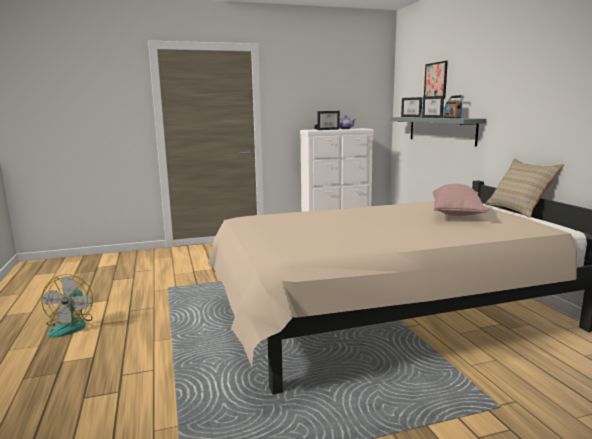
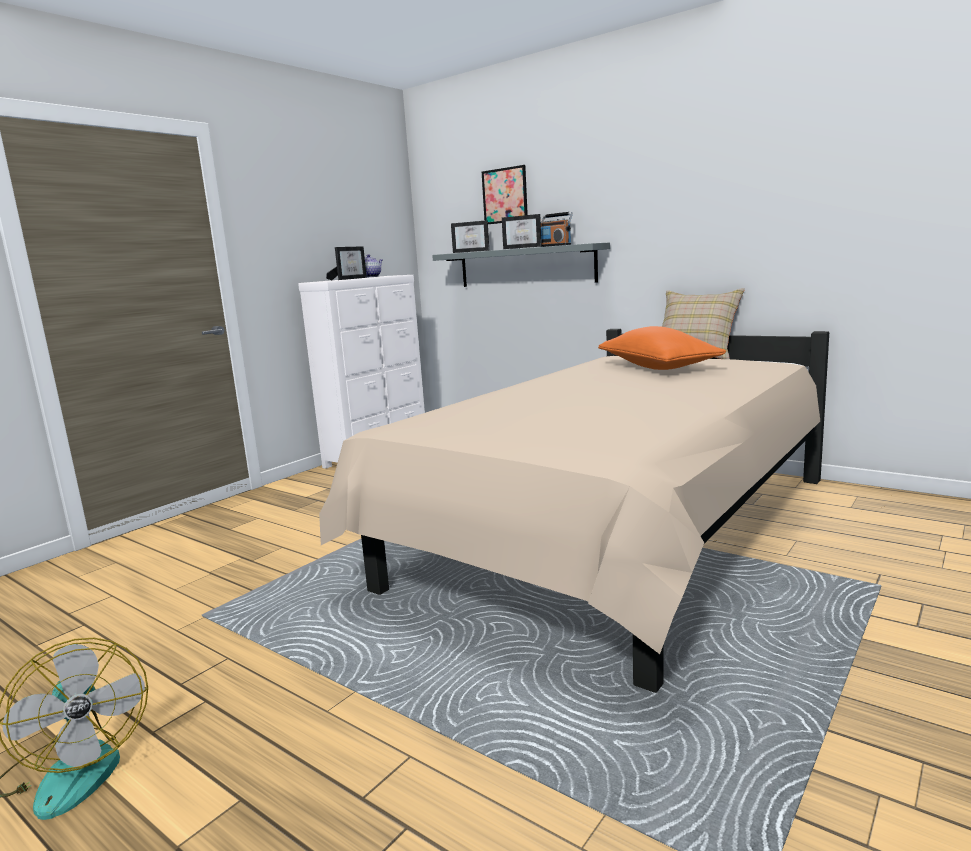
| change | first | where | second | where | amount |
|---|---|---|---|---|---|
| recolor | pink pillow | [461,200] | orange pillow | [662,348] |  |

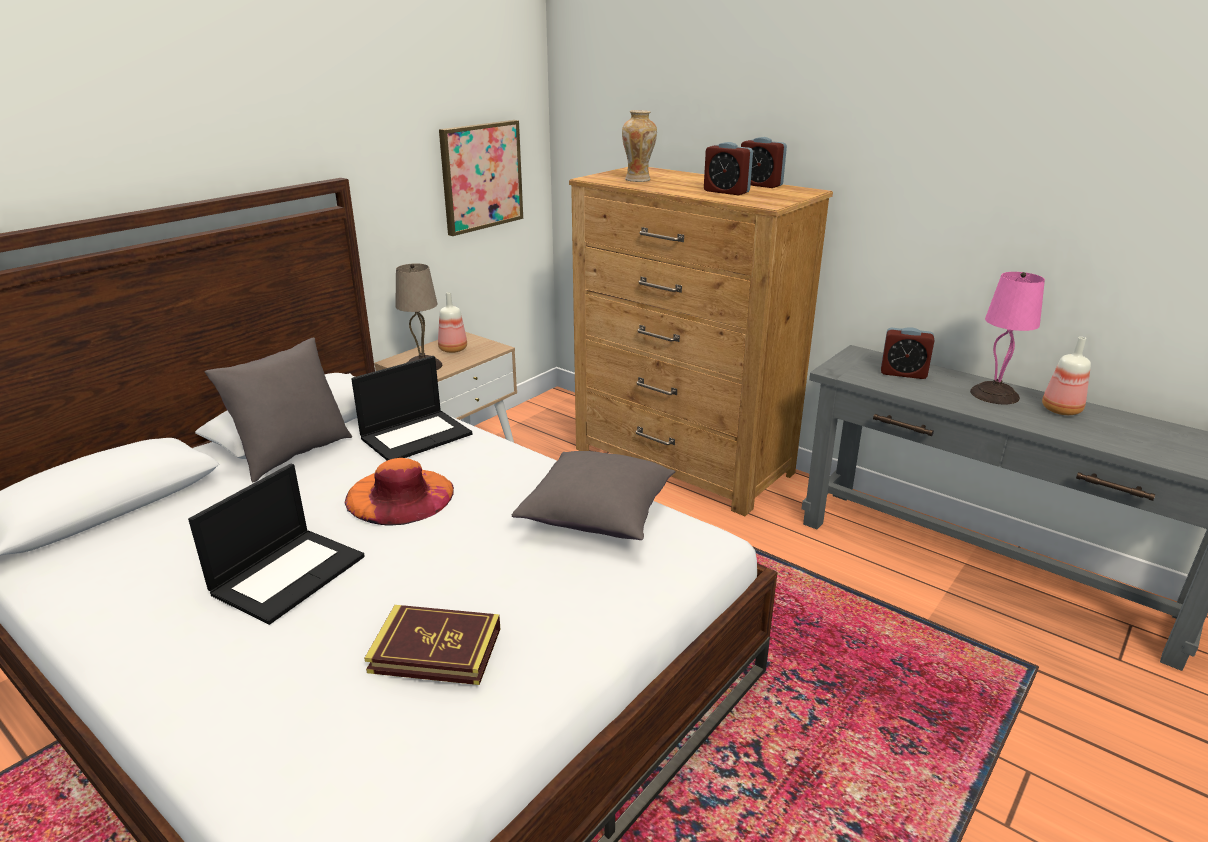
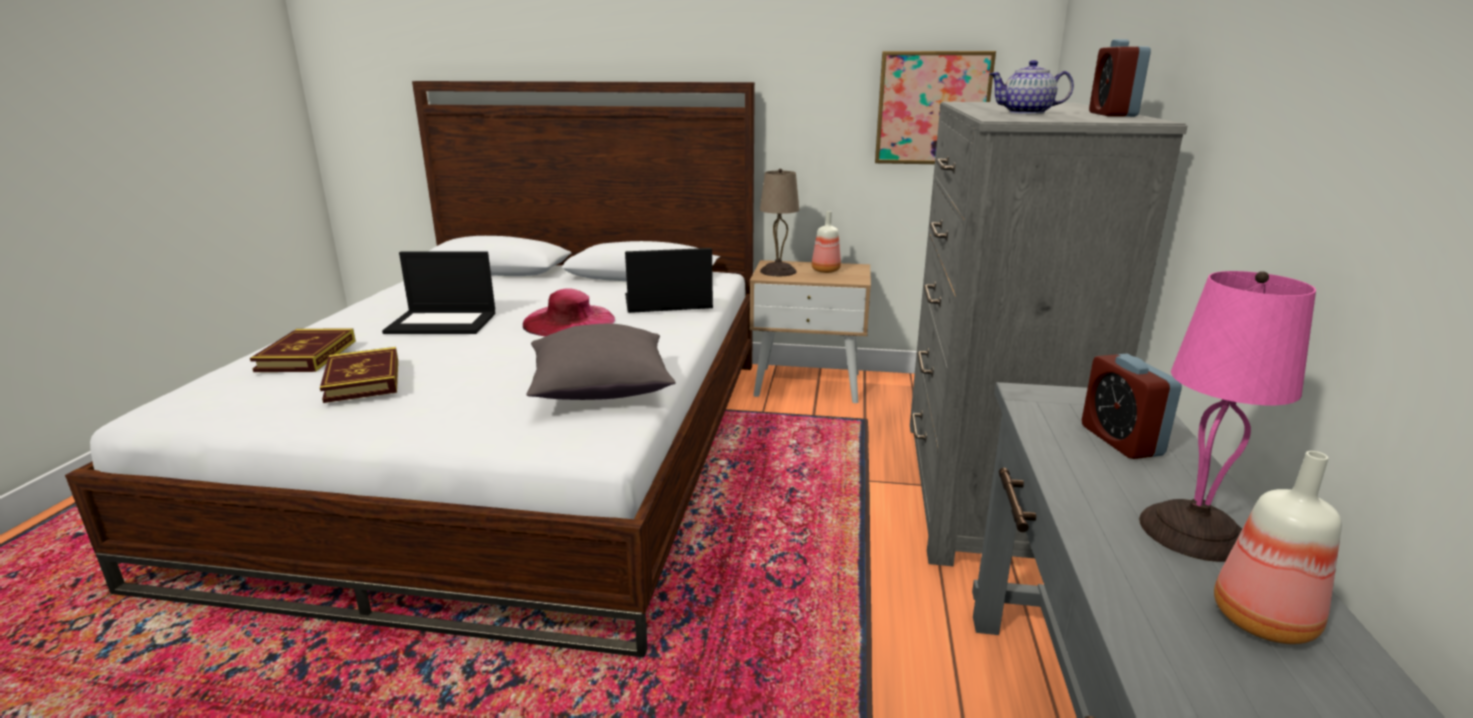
| change | first | where | second | where | amount |
|---|---|---|---|---|---|
| delete | grey pillow | [278,410] |  |  |  |
| recolor | orange hat | [399,492] | pink hat | [569,312] |  |
| rotate | laptop | [411,408] |  | [669,280] | 150 degrees clockwise |
| recolor | brown dresser | [701,341] | grey dresser | [1049,334] |  |
| delete | vase | [639,146] |  |  |  |
| replace | alarm clock | [728,168] | teapot | [1031,87] |  |
| insert |  |  | book | [303,350] |  |

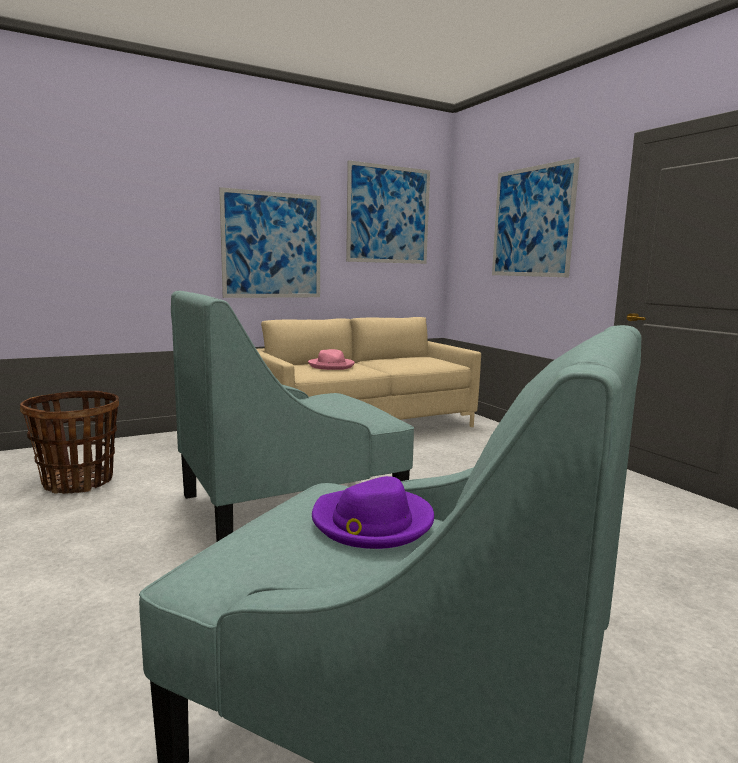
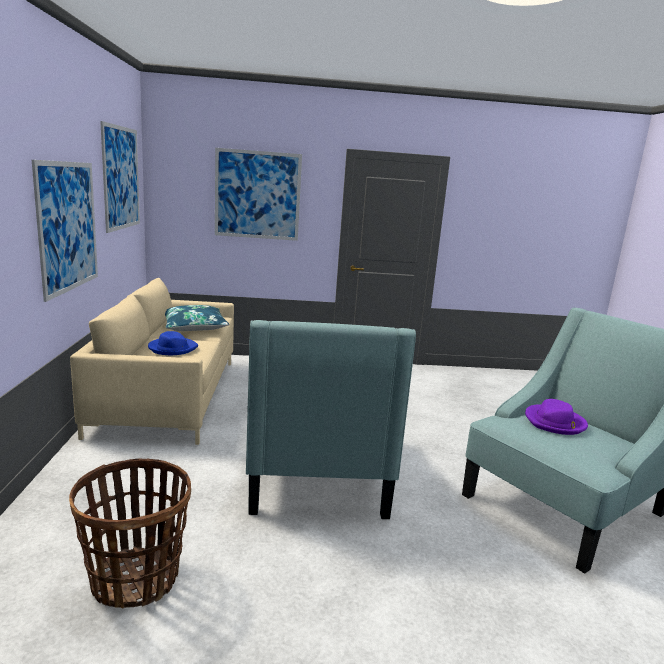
| change | first | where | second | where | amount |
|---|---|---|---|---|---|
| recolor | pink hat | [331,359] | blue hat | [173,343] |  |
| insert |  |  | blue pillow | [197,318] |  |

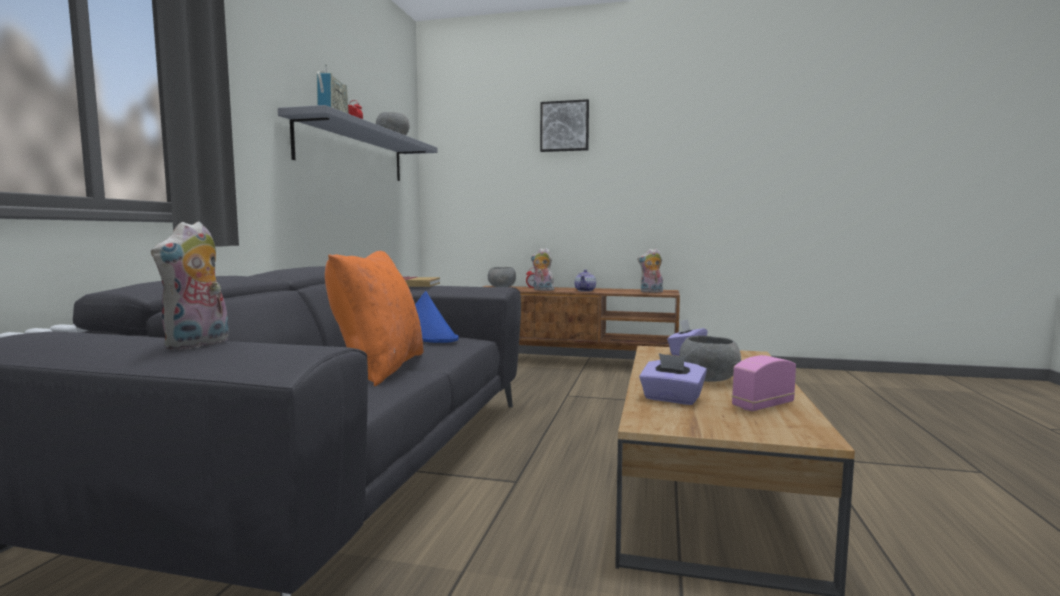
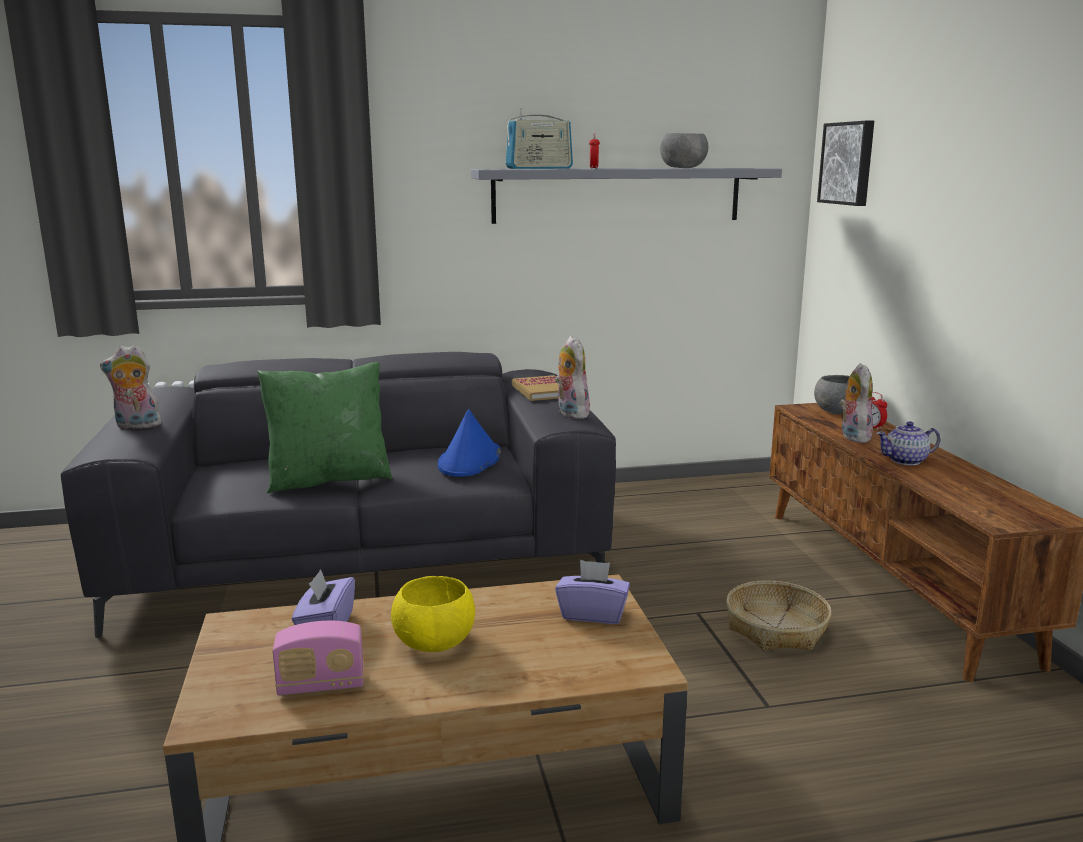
| change | first | where | second | where | amount |
|---|---|---|---|---|---|
| recolor | orange pillow | [374,318] | green pillow | [325,427] |  |
| move | picture | [564,125] |  | [845,163] |  |
| move | plush toy | [650,270] |  | [572,377] |  |
| recolor | grey bowl | [710,359] | yellow bowl | [433,614] |  |
| rotate | radio | [764,383] |  | [318,658] | 135 degrees clockwise |
| insert |  |  | basket | [779,615] |  |

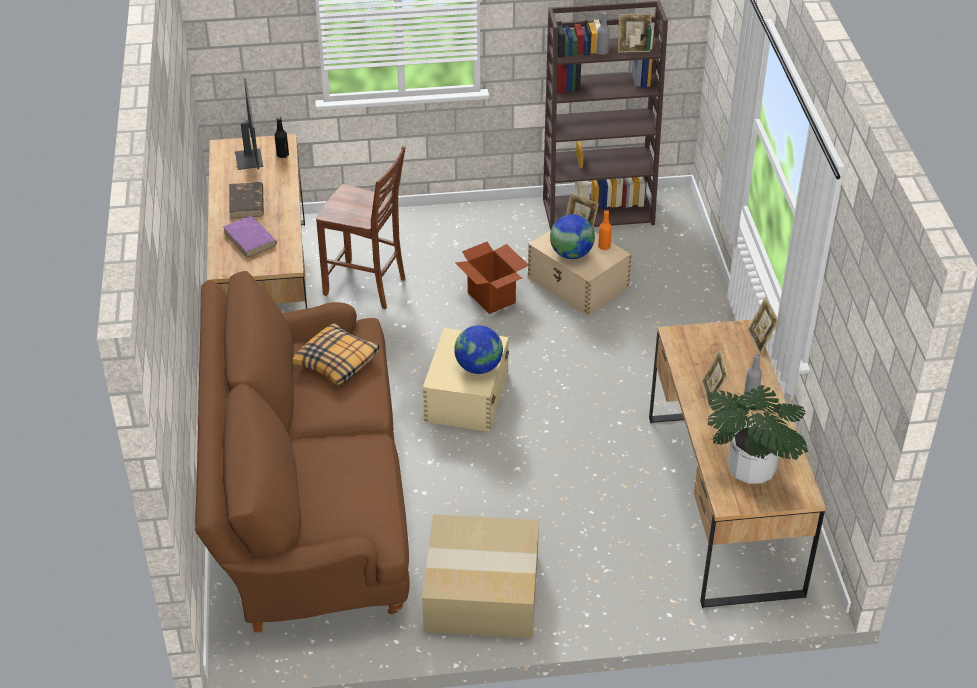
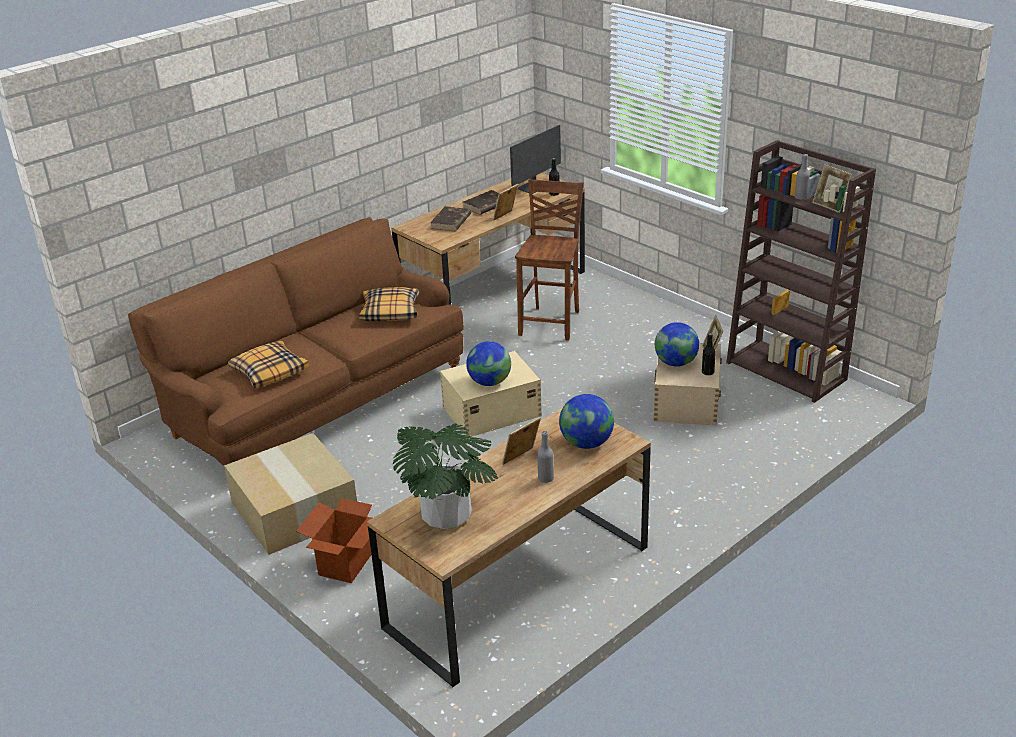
| change | first | where | second | where | amount |
|---|---|---|---|---|---|
| recolor | purple book | [250,237] | brown book | [450,218] |  |
| rotate | brown chair | [361,227] |  | [549,260] | 150 degrees counterclockwise |
| move | cardboard box | [492,278] |  | [334,540] |  |
| recolor | orange bottle | [605,230] | black bottle | [709,354] |  |
| move | picture frame | [763,325] |  | [505,202] |  |
| insert |  |  | pillow | [268,364] |  |
| insert |  |  | globe | [586,421] |  |

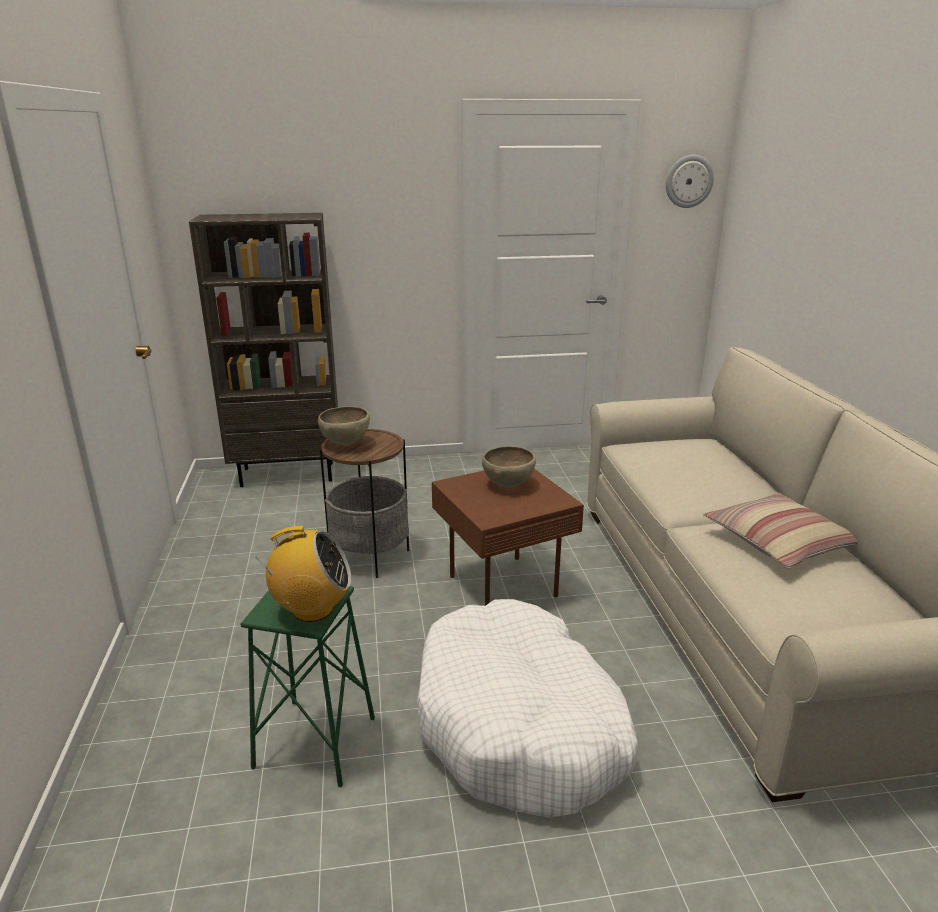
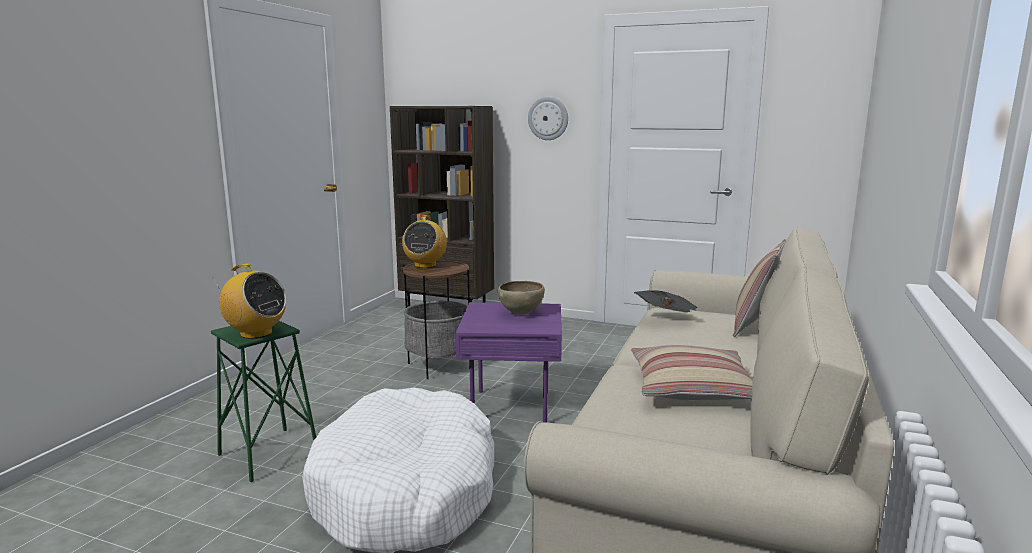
| change | first | where | second | where | amount |
|---|---|---|---|---|---|
| replace | brown bowl | [344,425] | radio | [424,241] |  |
| recolor | brown side table | [508,537] | purple side table | [509,362] |  |
| move | wall clock | [690,181] |  | [548,118] |  |
| insert |  |  | newspaper | [665,301] |  |
| insert |  |  | pillow | [759,288] |  |

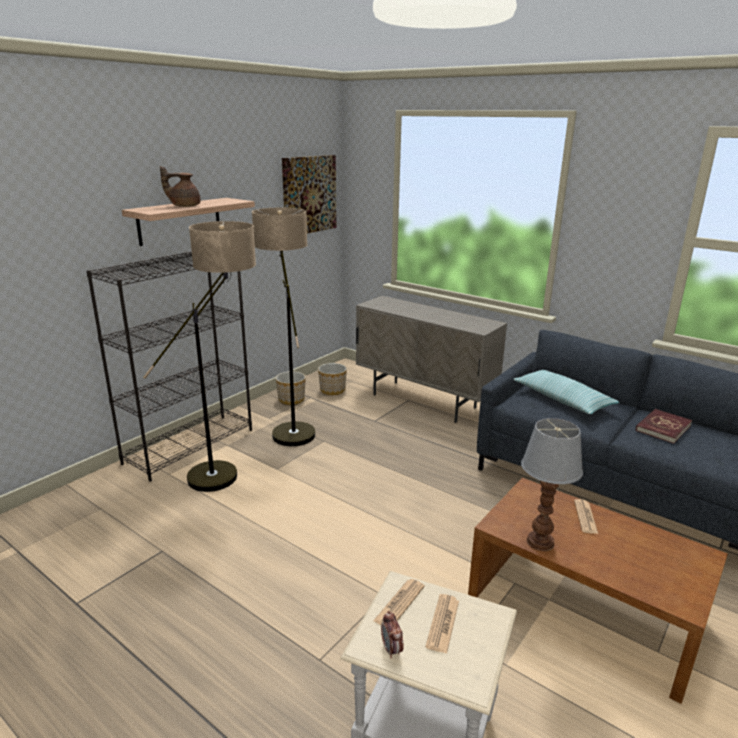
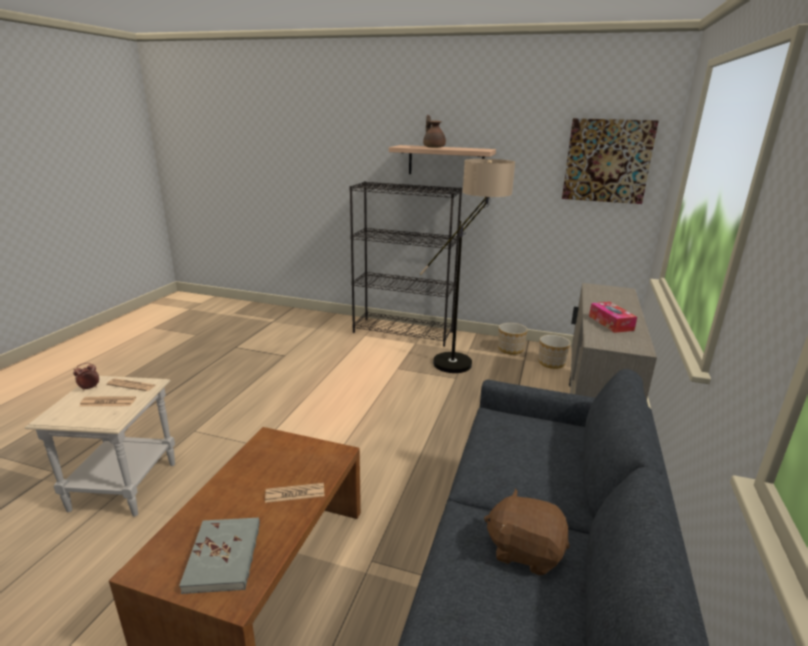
| change | first | where | second | where | amount |
|---|---|---|---|---|---|
| delete | floor lamp | [199,356] |  |  |  |
| delete | pillow | [566,392] |  |  |  |
| delete | table lamp | [552,484] |  |  |  |
| replace | red book | [664,426] | brown plush toy | [526,532] |  |
| insert |  |  | grey book | [219,555] |  |
| insert |  |  | tissue box | [613,317] |  |

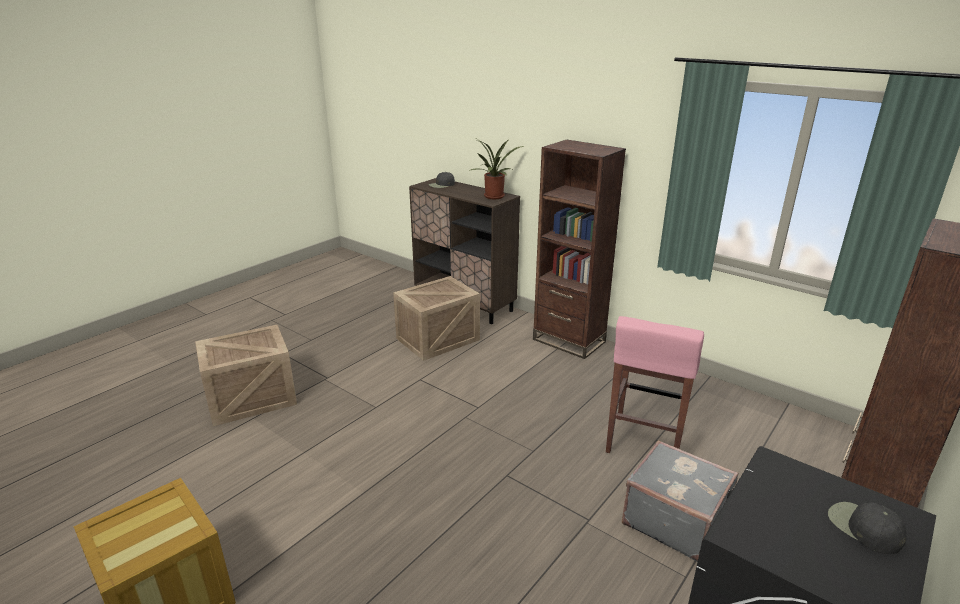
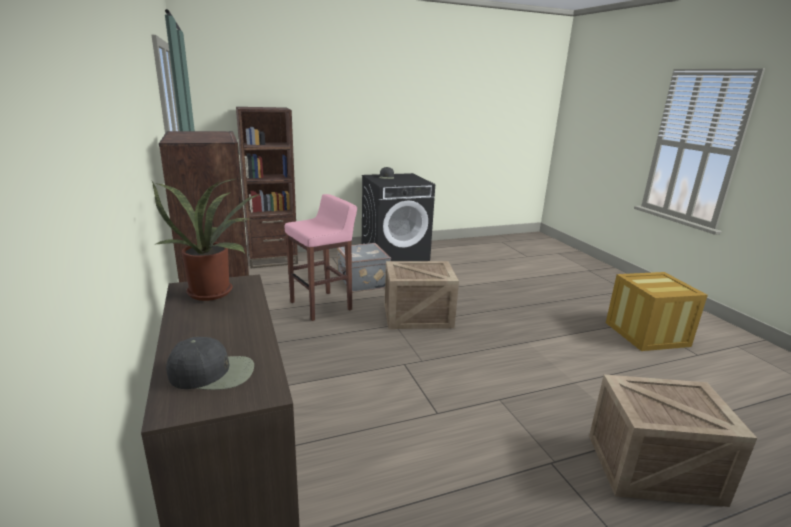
| change | first | where | second | where | amount |
|---|---|---|---|---|---|
| move | crate | [436,318] |  | [421,295] |  |

